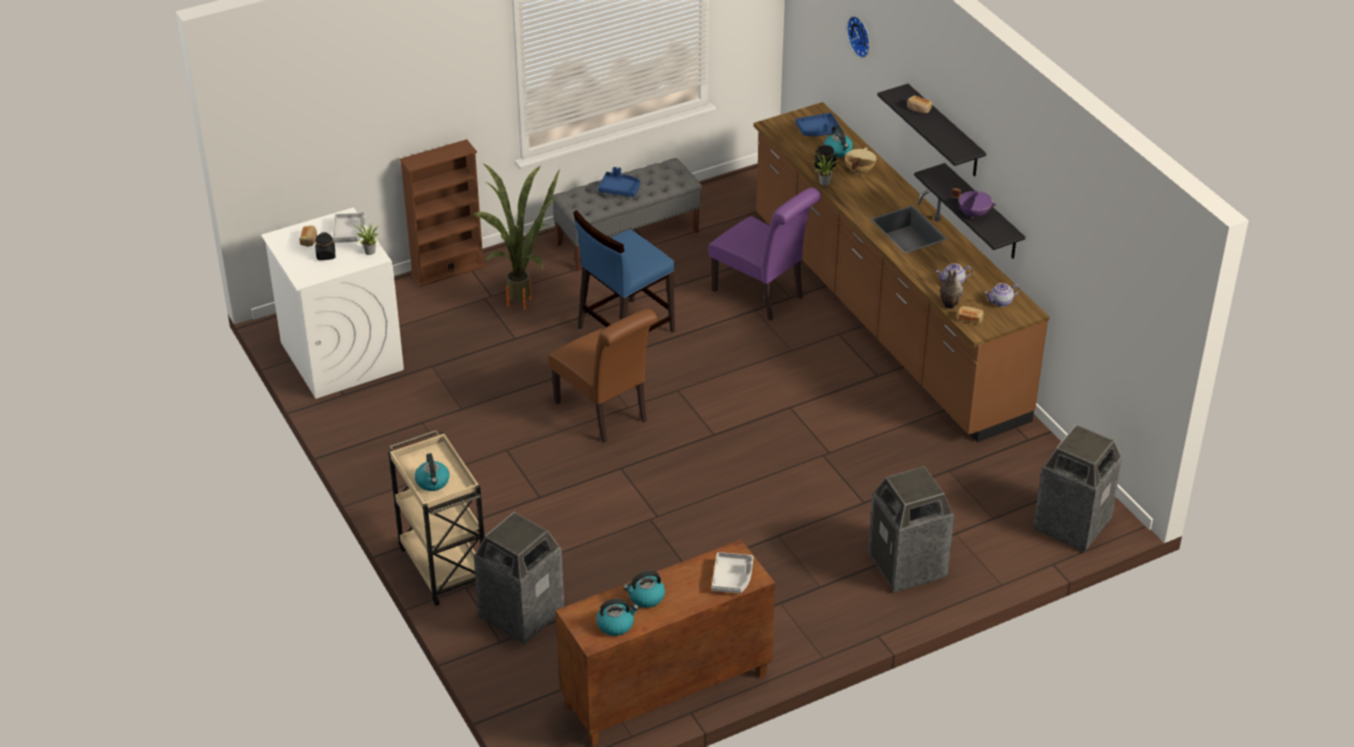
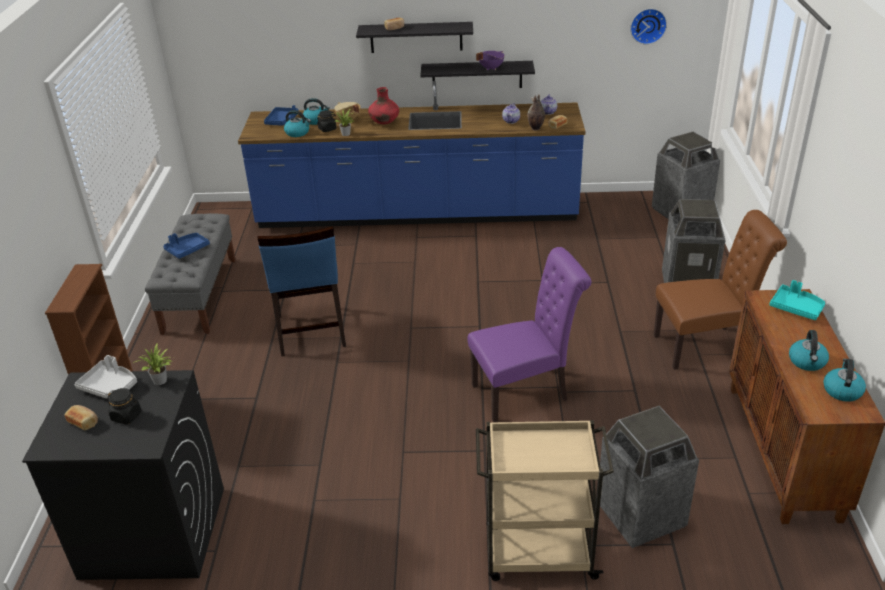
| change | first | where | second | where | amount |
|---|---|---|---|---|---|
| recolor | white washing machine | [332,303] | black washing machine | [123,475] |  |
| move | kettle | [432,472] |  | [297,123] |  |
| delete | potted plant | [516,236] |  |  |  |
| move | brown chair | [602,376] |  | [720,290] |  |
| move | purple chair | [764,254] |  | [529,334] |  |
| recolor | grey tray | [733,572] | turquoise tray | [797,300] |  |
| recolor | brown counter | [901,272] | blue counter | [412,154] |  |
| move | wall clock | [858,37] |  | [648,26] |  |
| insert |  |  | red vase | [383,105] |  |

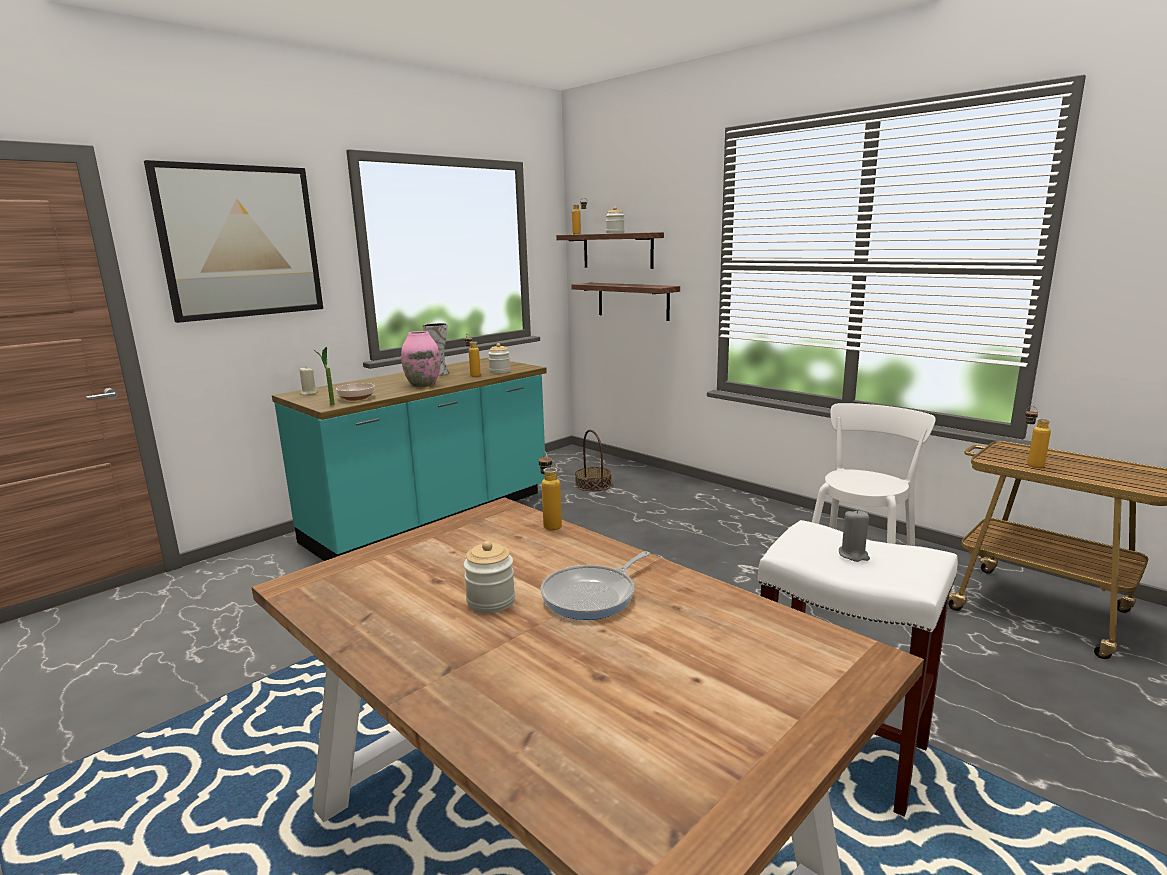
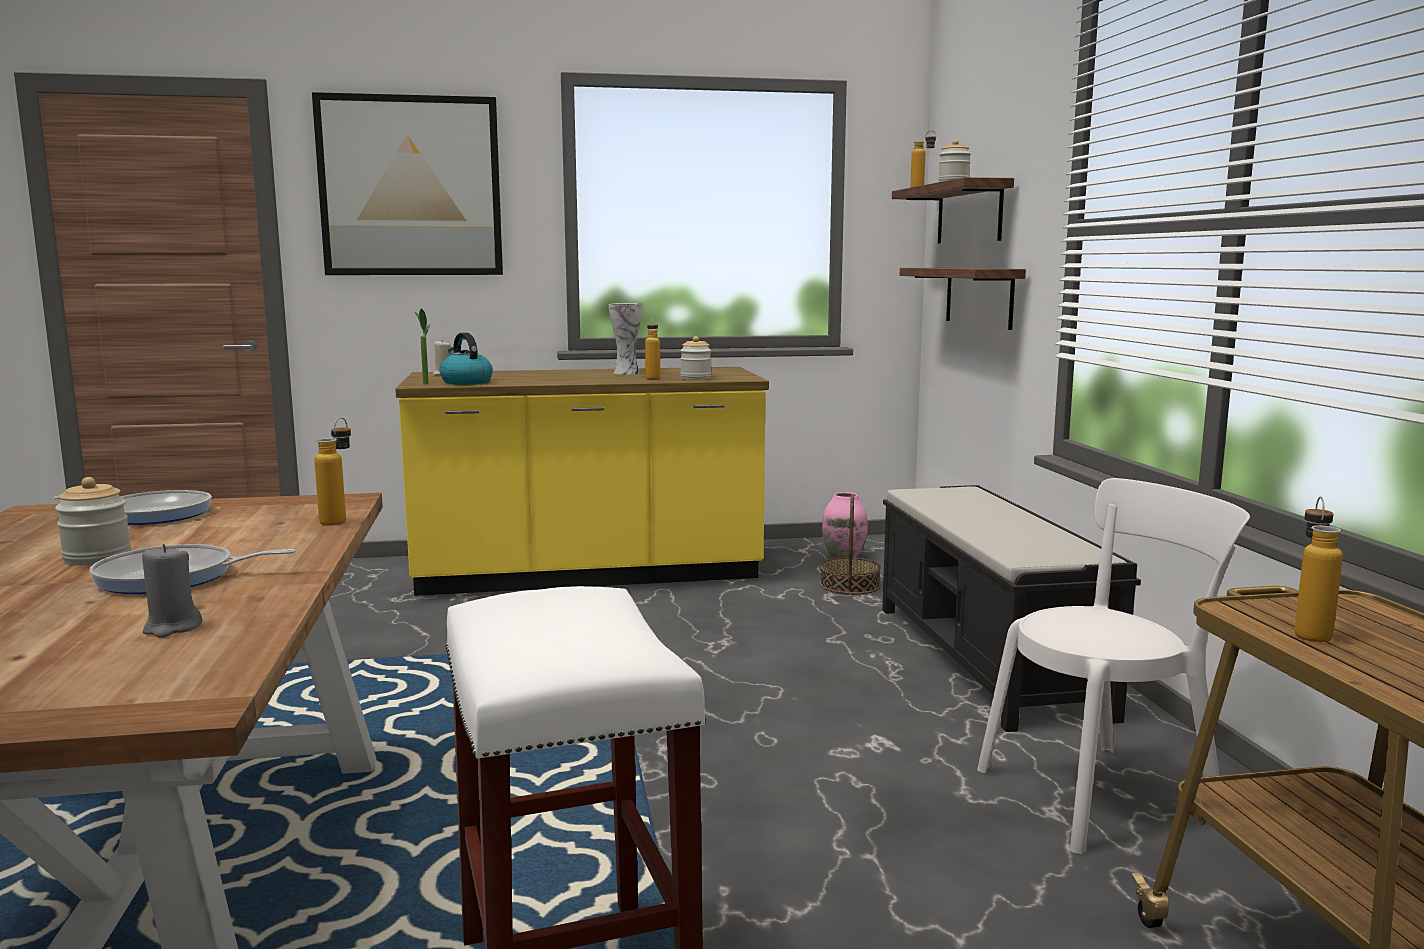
| change | first | where | second | where | amount |
|---|---|---|---|---|---|
| recolor | turquoise counter | [409,459] | yellow counter | [582,481] |  |
| replace | bowl | [355,392] | kettle | [466,359] |  |
| move | pink vase | [420,359] |  | [845,525] |  |
| move | grey candle | [854,535] |  | [172,591] |  |
| insert |  |  | frying pan | [132,507] |  |
| insert |  |  | black bench | [1011,608] |  |

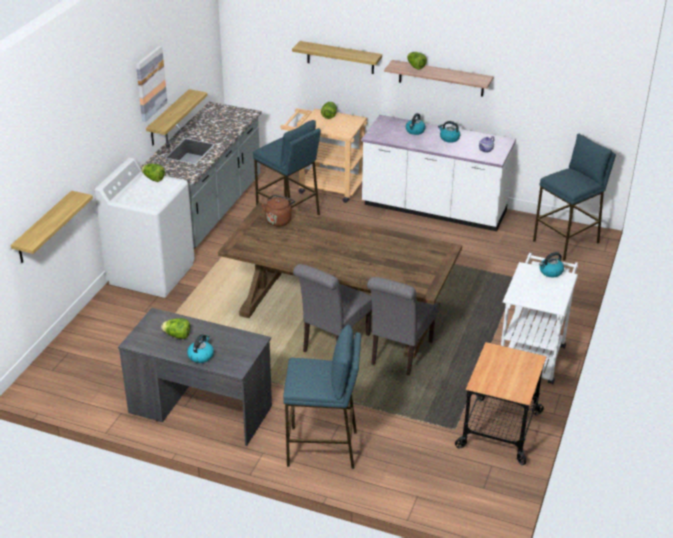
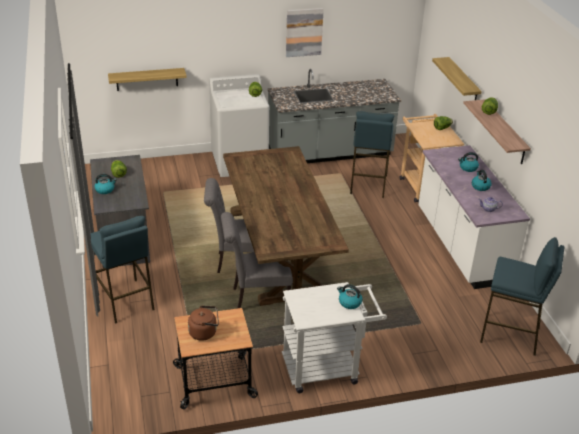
| change | first | where | second | where | amount |
|---|---|---|---|---|---|
| delete | shelf | [177,117] |  |  |  |
| move | brown kettle | [278,210] |  | [203,323] |  |

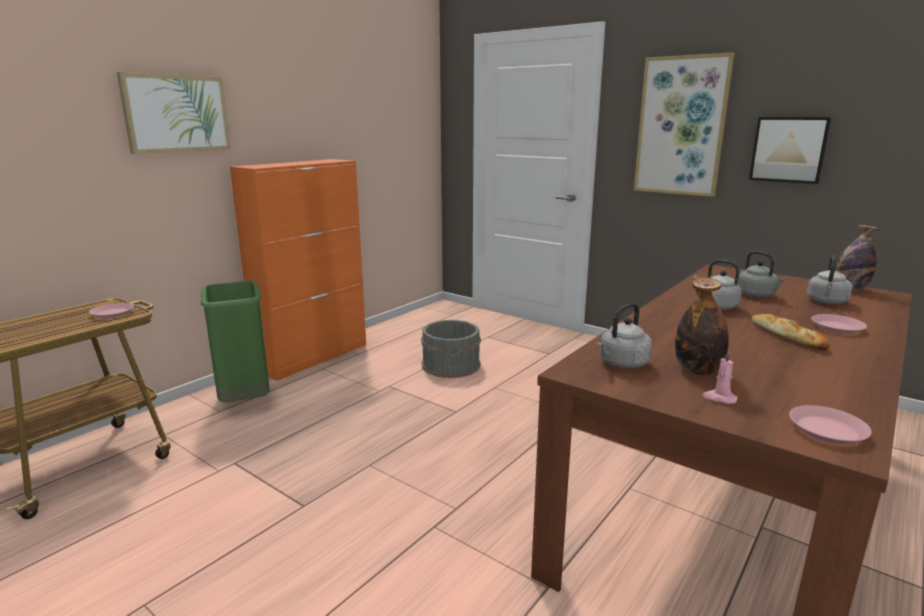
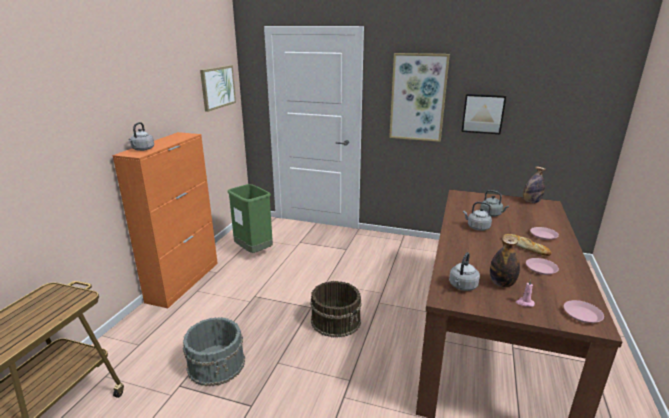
| change | first | where | second | where | amount |
|---|---|---|---|---|---|
| move | pink plate | [111,311] |  | [542,266] |  |
| move | picture | [174,113] |  | [218,88] |  |
| move | green trash can | [235,341] |  | [250,218] |  |
| move | grey bucket | [451,349] |  | [214,351] |  |
| move | grey kettle | [829,279] |  | [141,136] |  |
| insert |  |  | brown bucket | [336,309] |  |

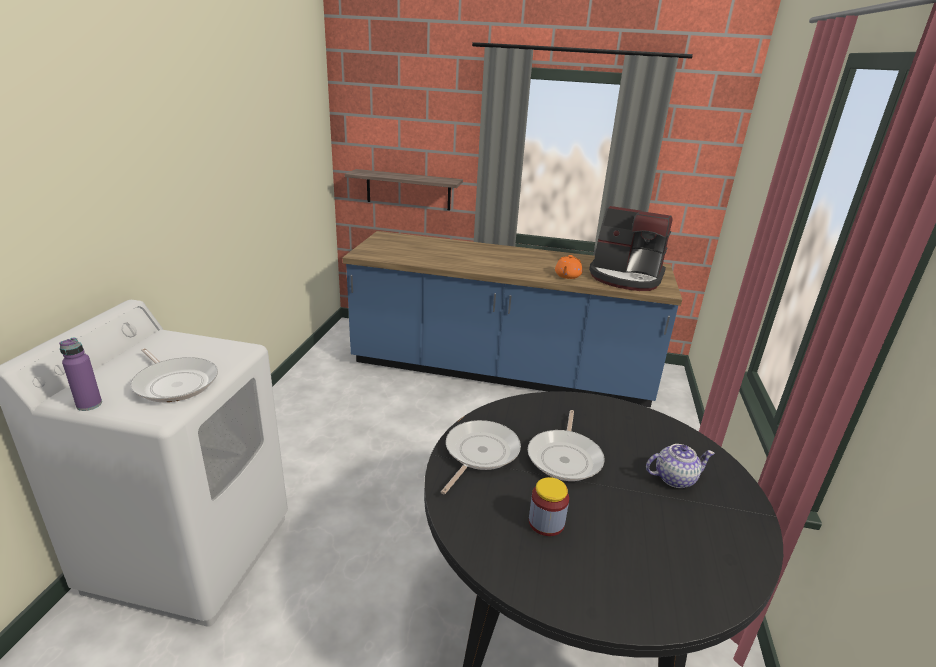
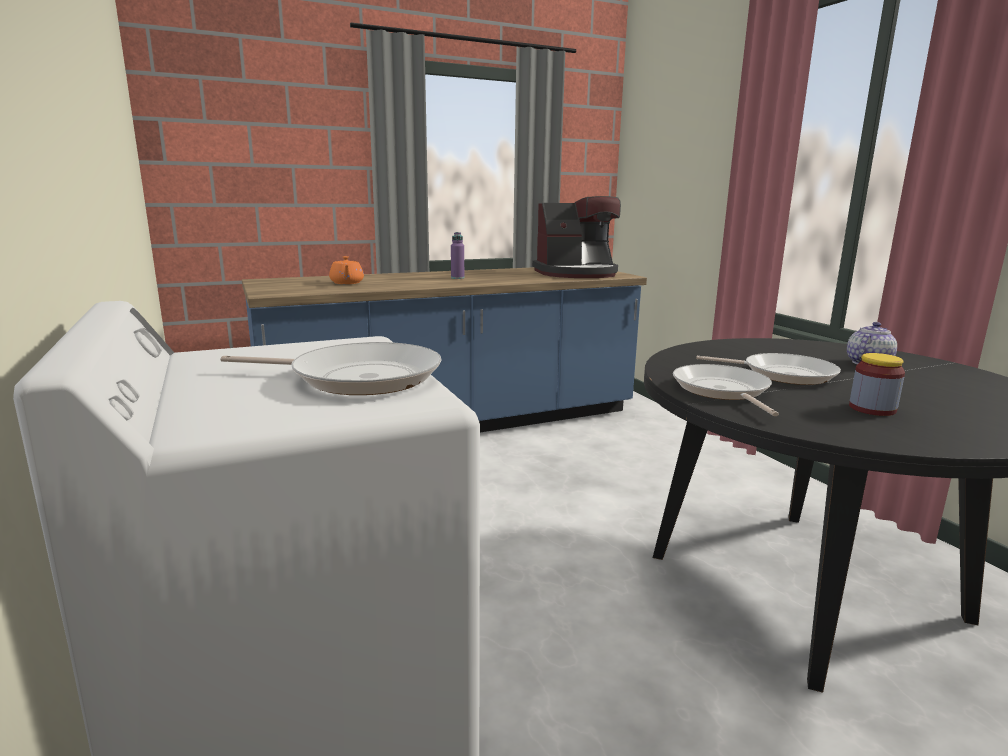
| change | first | where | second | where | amount |
|---|---|---|---|---|---|
| move | purple bottle | [80,374] |  | [457,255] |  |
| delete | shelf | [404,189] |  |  |  |
| rotate | frying pan | [566,445] |  | [768,369] | 45 degrees counterclockwise |
| move | orange teapot | [569,267] |  | [346,270] |  |

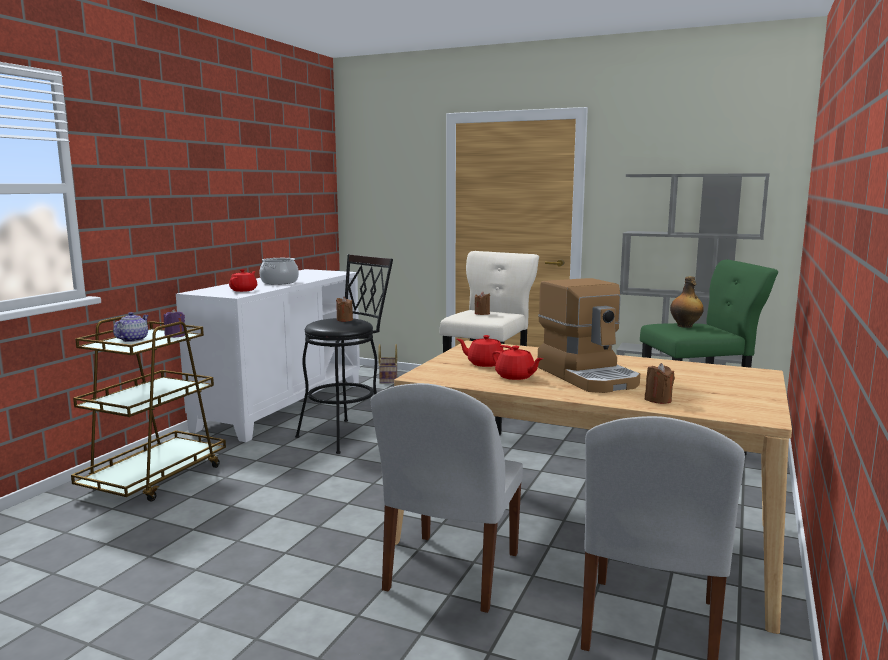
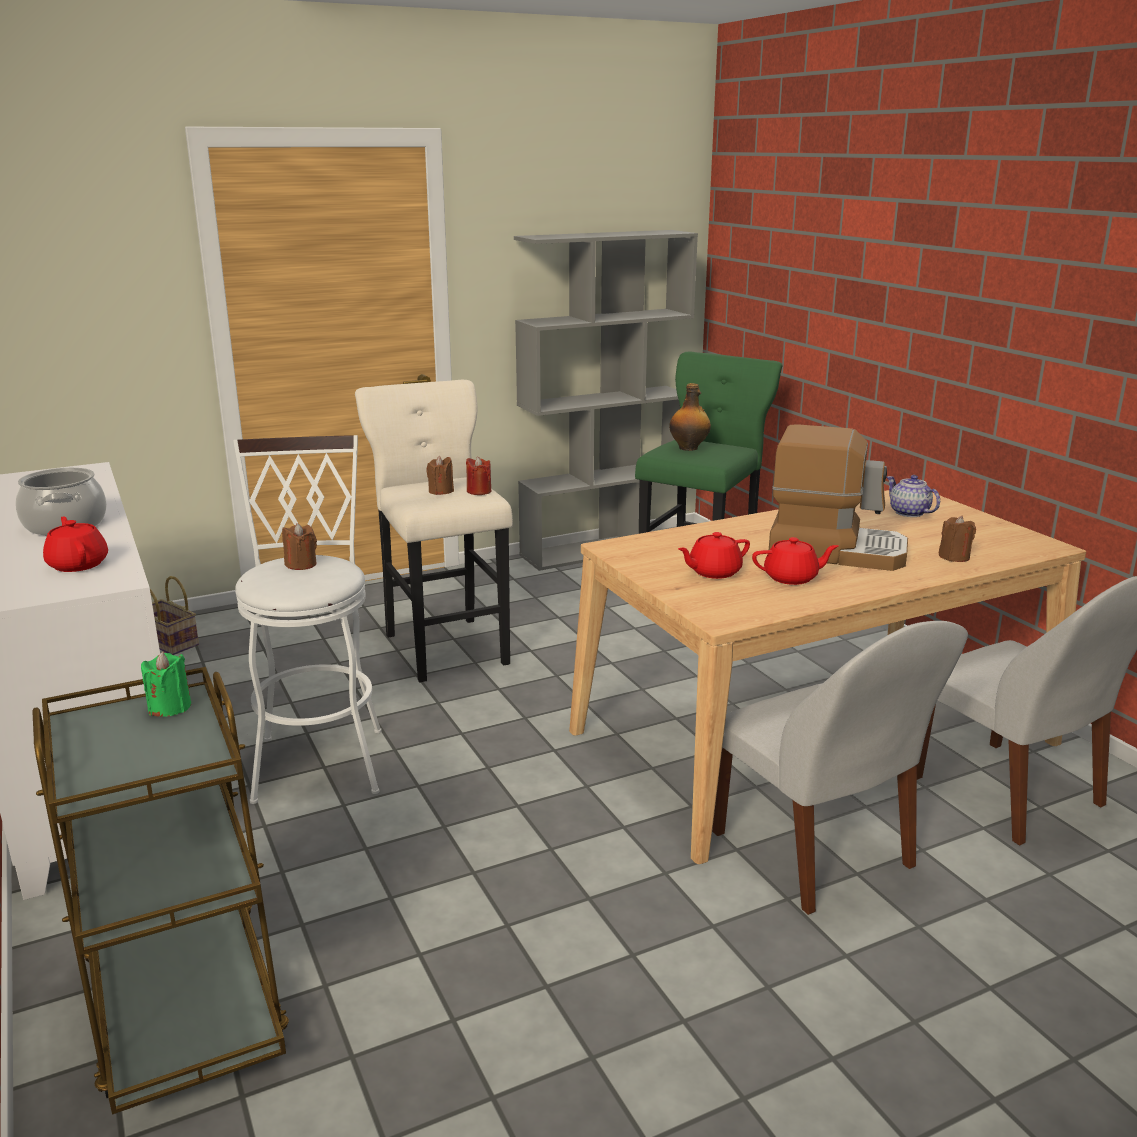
| change | first | where | second | where | amount |
|---|---|---|---|---|---|
| move | teapot | [131,327] |  | [913,496] |  |
| recolor | purple candle | [174,323] | green candle | [166,684] |  |
| recolor | black stool | [344,354] | white stool | [307,619] |  |
| insert |  |  | red candle | [478,475] |  |

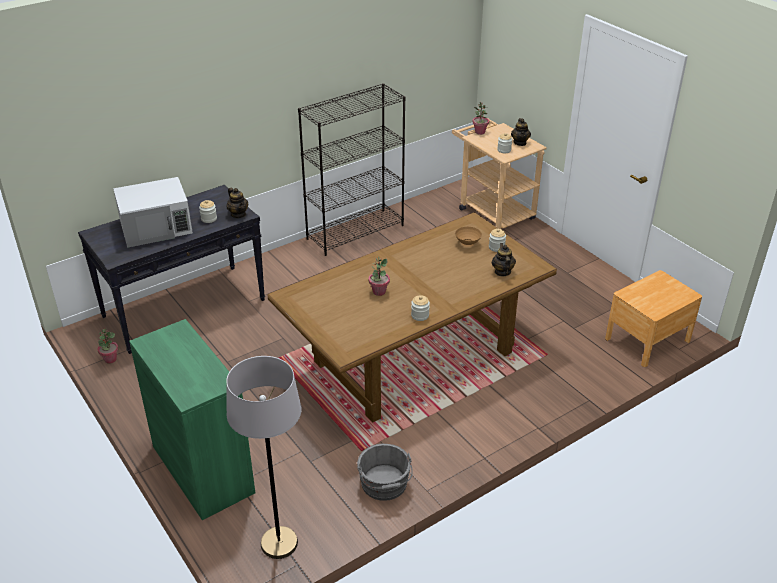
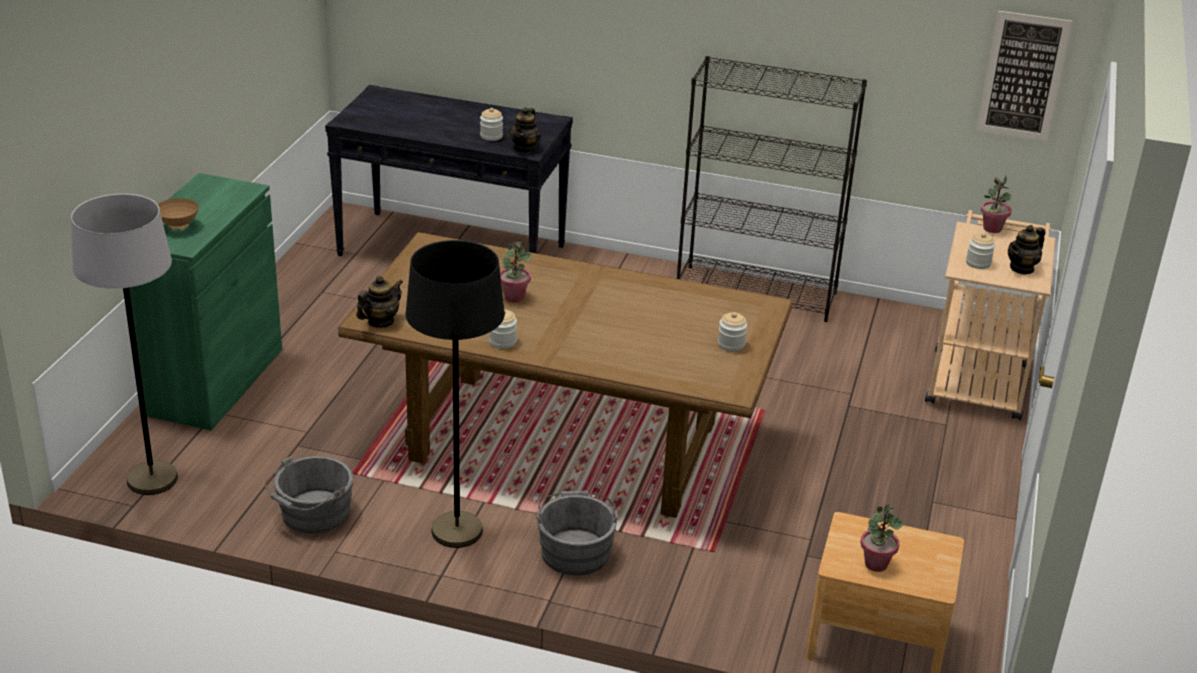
| change | first | where | second | where | amount |
|---|---|---|---|---|---|
| move | potted plant | [108,346] |  | [882,538] |  |
| delete | white microwave | [153,212] |  |  |  |
| move | brown bowl | [468,237] |  | [178,214] |  |
| move | teapot | [504,259] |  | [379,302] |  |
| insert |  |  | black floor lamp | [455,394] |  |
| insert |  |  | grey bucket | [577,533] |  |
| insert |  |  | picture | [1024,76] |  |

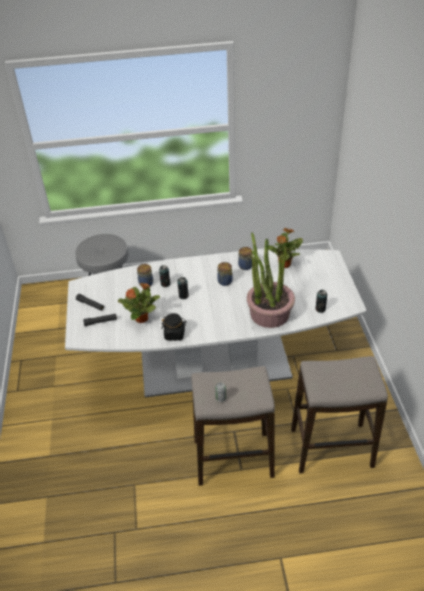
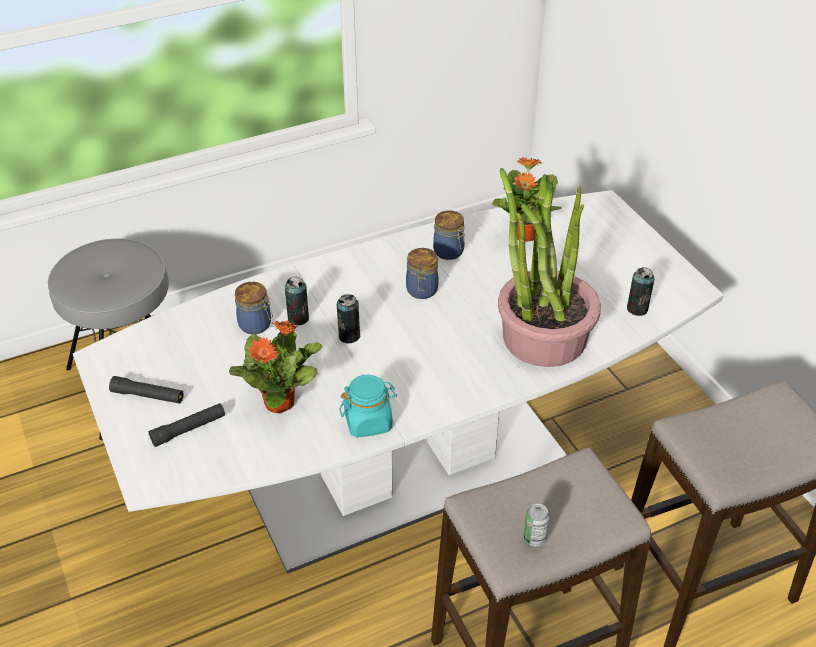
| change | first | where | second | where | amount |
|---|---|---|---|---|---|
| recolor | black jar | [173,327] | turquoise jar | [368,406] |  |

